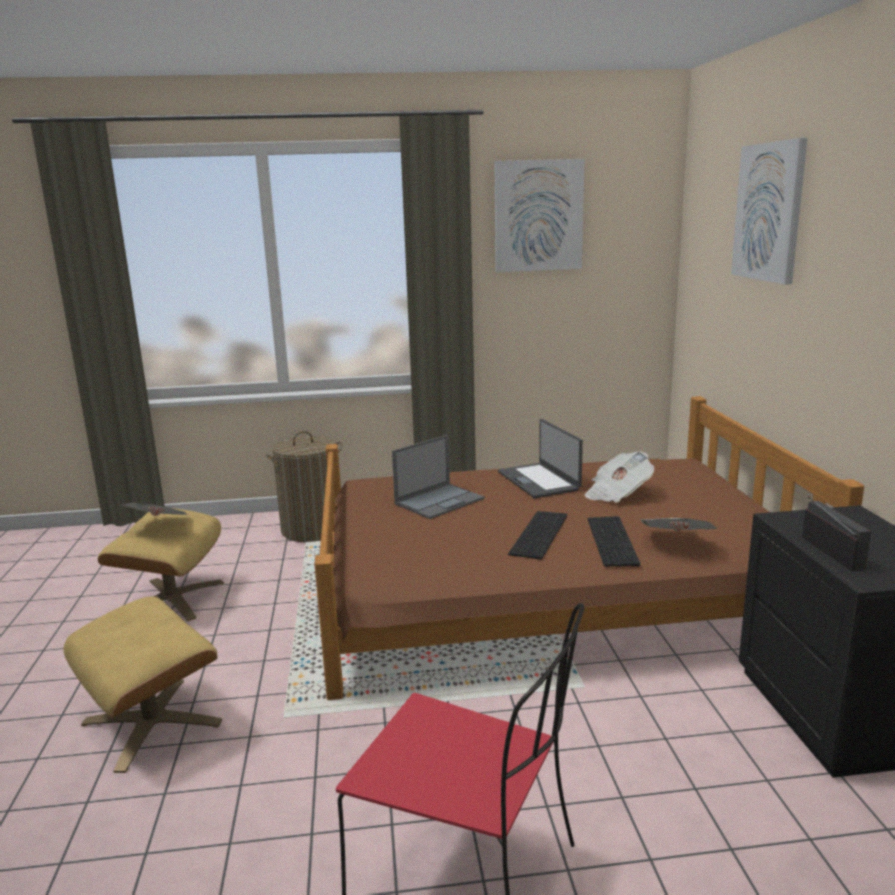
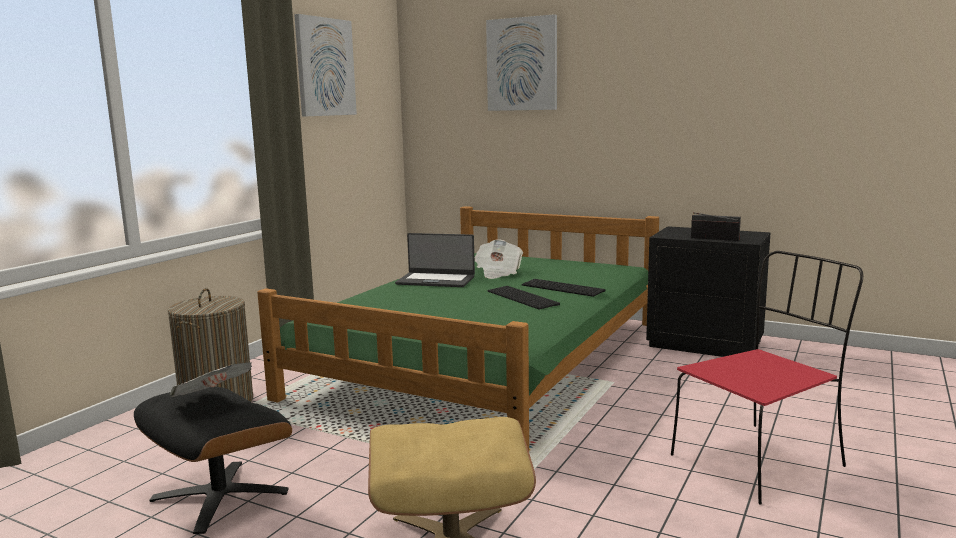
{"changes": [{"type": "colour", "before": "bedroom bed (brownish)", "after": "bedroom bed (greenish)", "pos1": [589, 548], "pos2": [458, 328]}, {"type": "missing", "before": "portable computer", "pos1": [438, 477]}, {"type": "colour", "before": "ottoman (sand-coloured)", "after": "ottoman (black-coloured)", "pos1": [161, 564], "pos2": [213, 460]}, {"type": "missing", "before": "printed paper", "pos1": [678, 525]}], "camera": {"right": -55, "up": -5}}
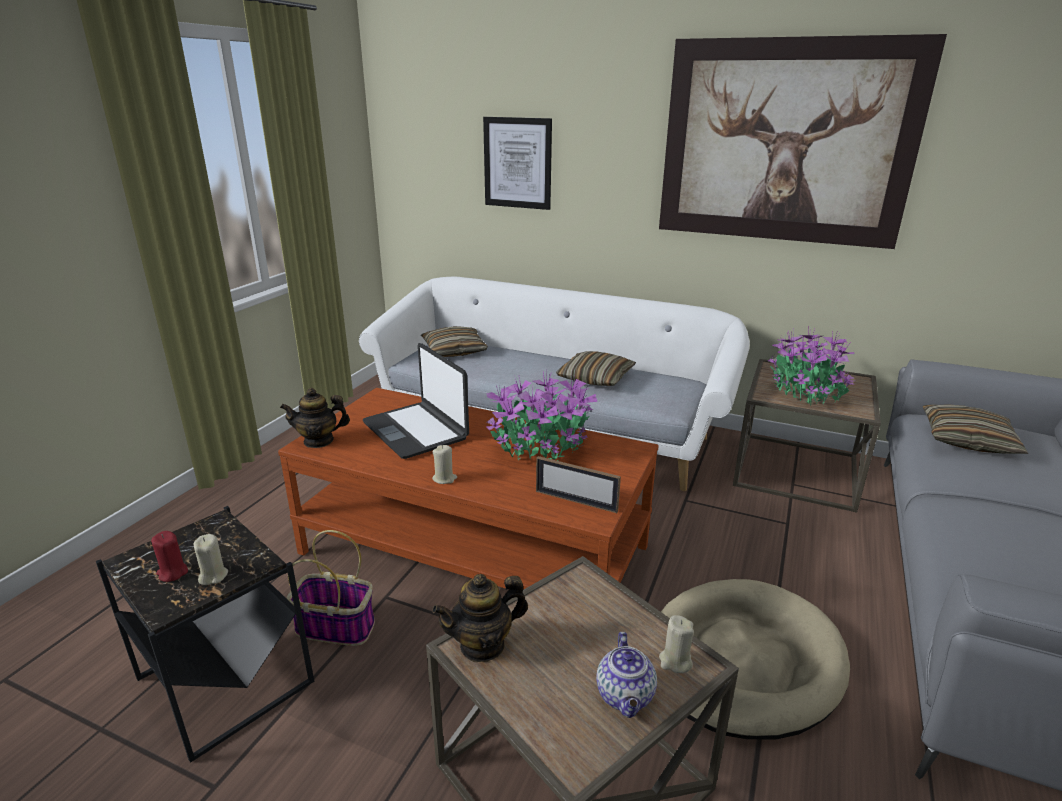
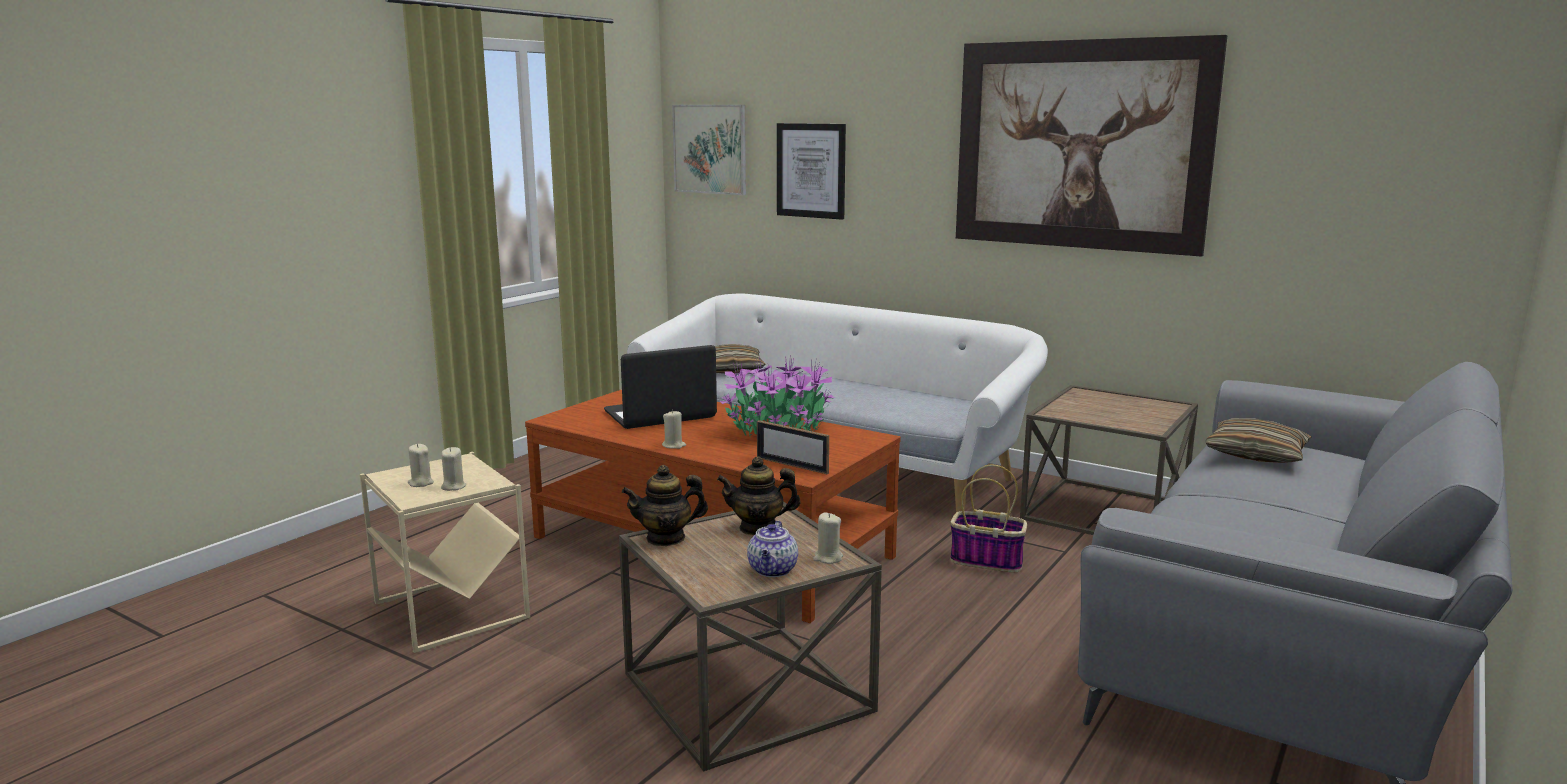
{"changes": [{"type": "missing", "before": "plant in a pot", "pos1": [811, 367]}, {"type": "spun", "before": "portable computer", "pos1": [416, 401], "pos2": [660, 387], "turn": 90}, {"type": "missing", "before": "cushion", "pos1": [596, 368]}, {"type": "relocated", "before": "teapot", "pos1": [315, 418], "pos2": [759, 495]}, {"type": "colour", "before": "side table (black-coloured)", "after": "side table (sand-coloured)", "pos1": [205, 634], "pos2": [445, 552]}, {"type": "relocated", "before": "household basket", "pos1": [330, 588], "pos2": [988, 518]}, {"type": "colour", "before": "candle (reddish)", "after": "candle (sand-coloured)", "pos1": [169, 556], "pos2": [421, 465]}, {"type": "missing", "before": "dog cushion (sand-coloured)", "pos1": [755, 659]}, {"type": "appeared", "after": "wall art", "pos2": [709, 150]}], "camera": {"right": 10, "up": -10}}
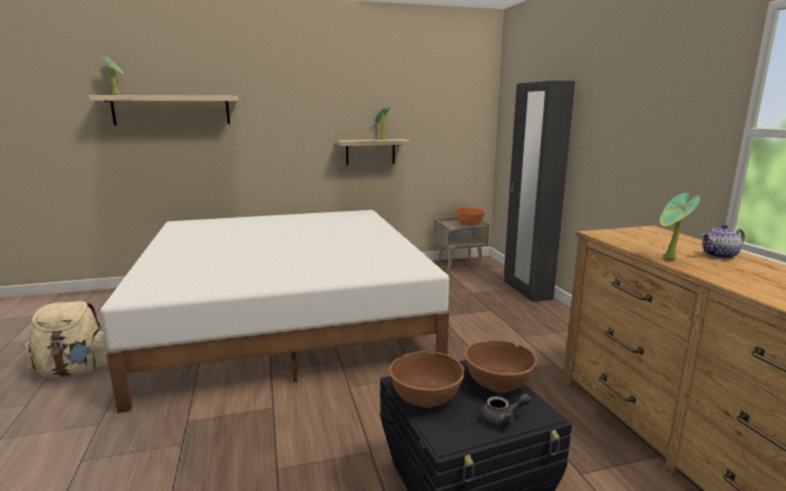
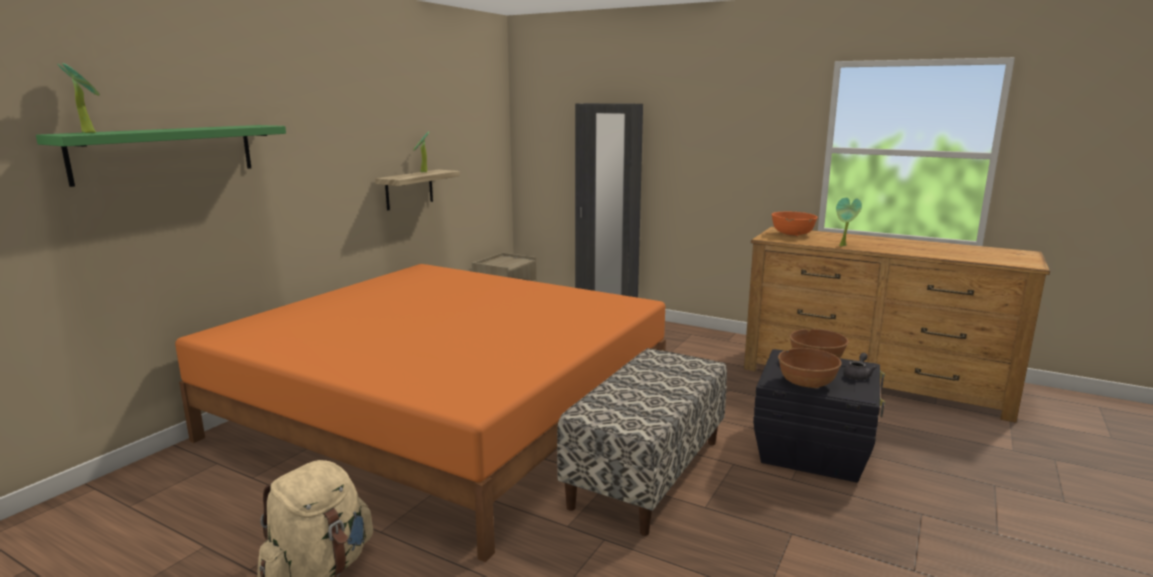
{"changes": [{"type": "colour", "before": "wall shelf (sand-coloured)", "after": "wall shelf (greenish)", "pos1": [164, 110], "pos2": [161, 156]}, {"type": "relocated", "before": "serving bowl (orange)", "pos1": [470, 216], "pos2": [794, 224]}, {"type": "colour", "before": "bedroom bed (white-coloured)", "after": "bedroom bed (orange)", "pos1": [274, 311], "pos2": [420, 413]}, {"type": "missing", "before": "teapot", "pos1": [723, 241]}, {"type": "appeared", "after": "bench", "pos2": [642, 442]}], "camera": {"right": -45, "up": 0}}
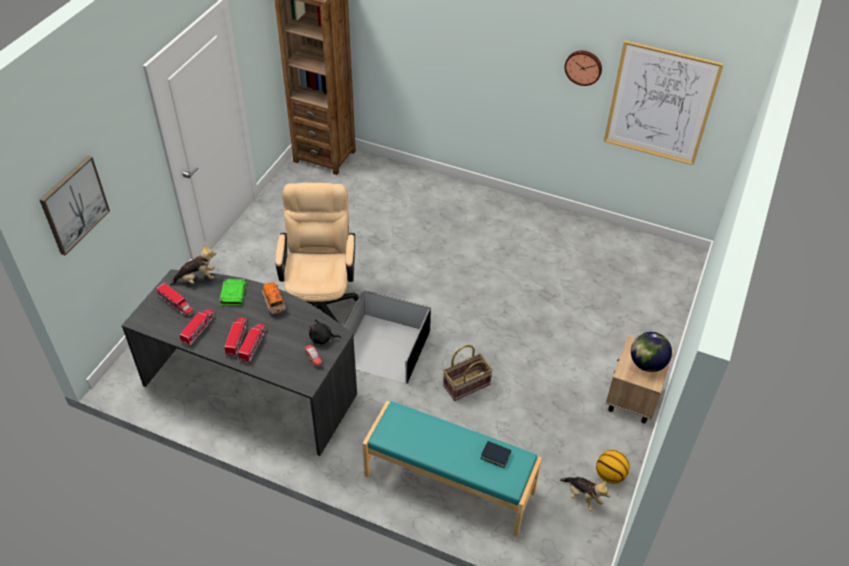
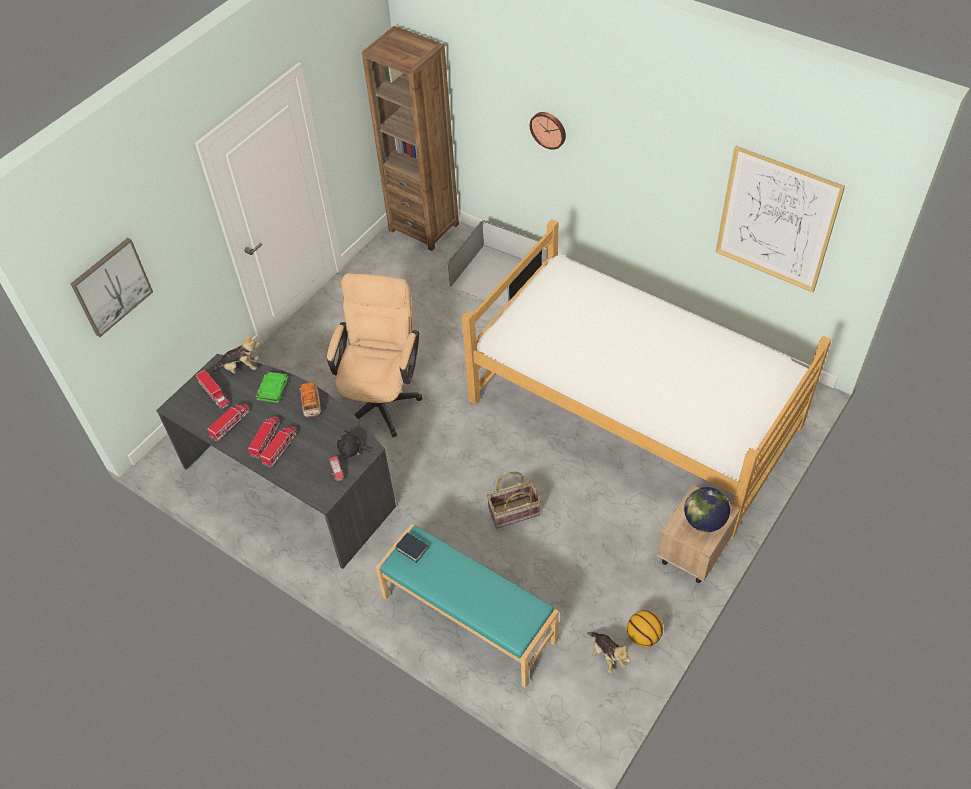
{"changes": [{"type": "relocated", "before": "hanging clock", "pos1": [583, 68], "pos2": [548, 131]}, {"type": "relocated", "before": "storage bin (black-coloured)", "pos1": [387, 337], "pos2": [495, 263]}, {"type": "relocated", "before": "book", "pos1": [495, 454], "pos2": [412, 547]}, {"type": "appeared", "after": "bedroom bed", "pos2": [647, 379]}], "camera": {"right": 15, "up": 5}}
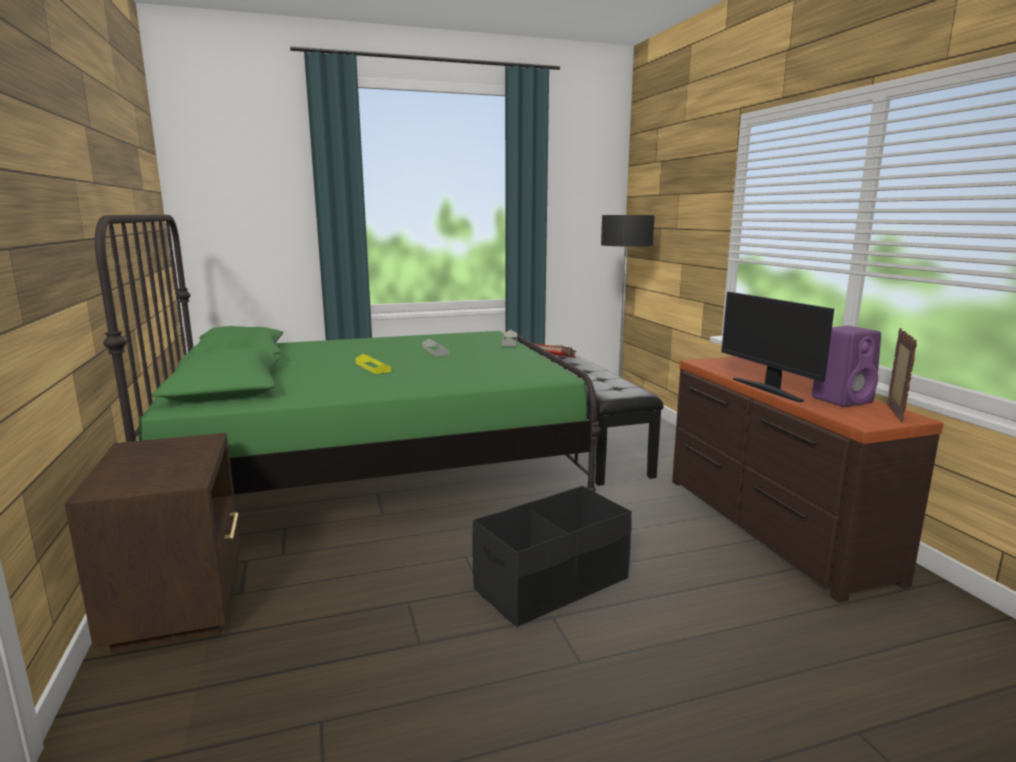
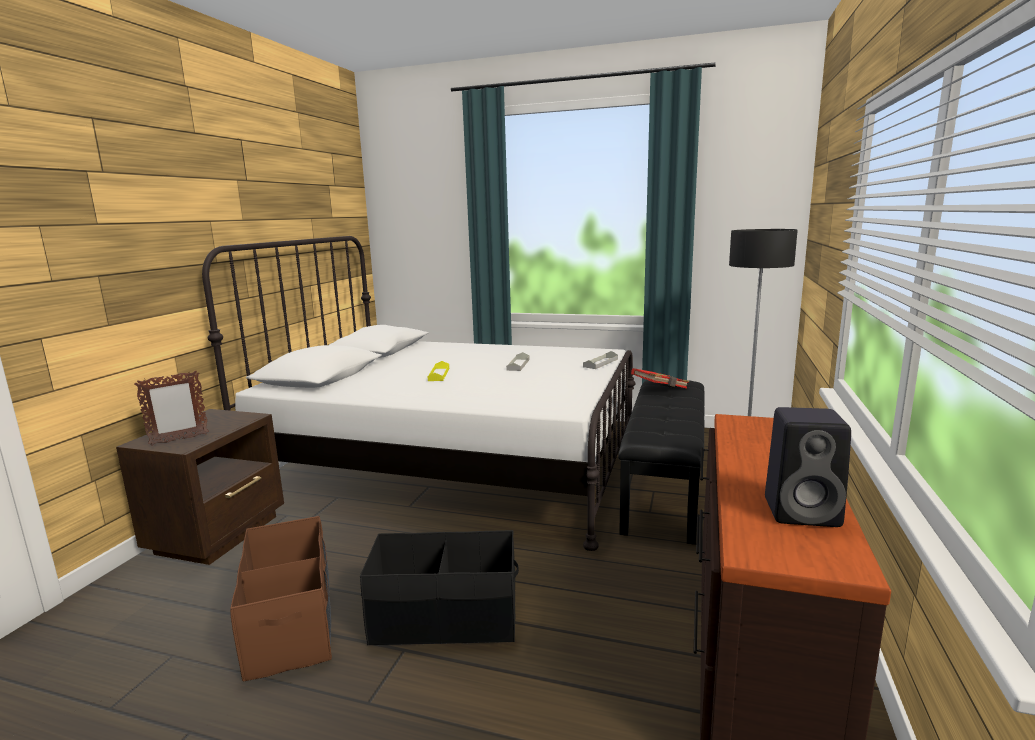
{"changes": [{"type": "colour", "before": "bedroom bed (greenish)", "after": "bedroom bed (white-coloured)", "pos1": [348, 354], "pos2": [419, 393]}, {"type": "missing", "before": "computer display", "pos1": [777, 347]}, {"type": "colour", "before": "audio speaker (purple-coloured)", "after": "audio speaker (black-coloured)", "pos1": [846, 366], "pos2": [808, 467]}, {"type": "relocated", "before": "picture frame", "pos1": [902, 375], "pos2": [171, 408]}, {"type": "appeared", "after": "storage bin (brownish)", "pos2": [281, 598]}], "camera": {"right": 35, "up": 0}}
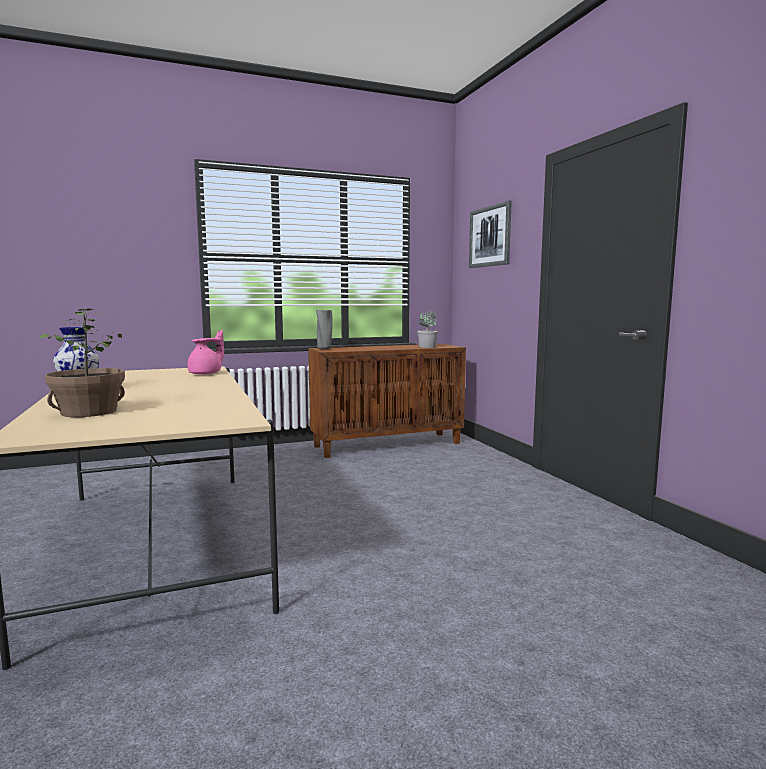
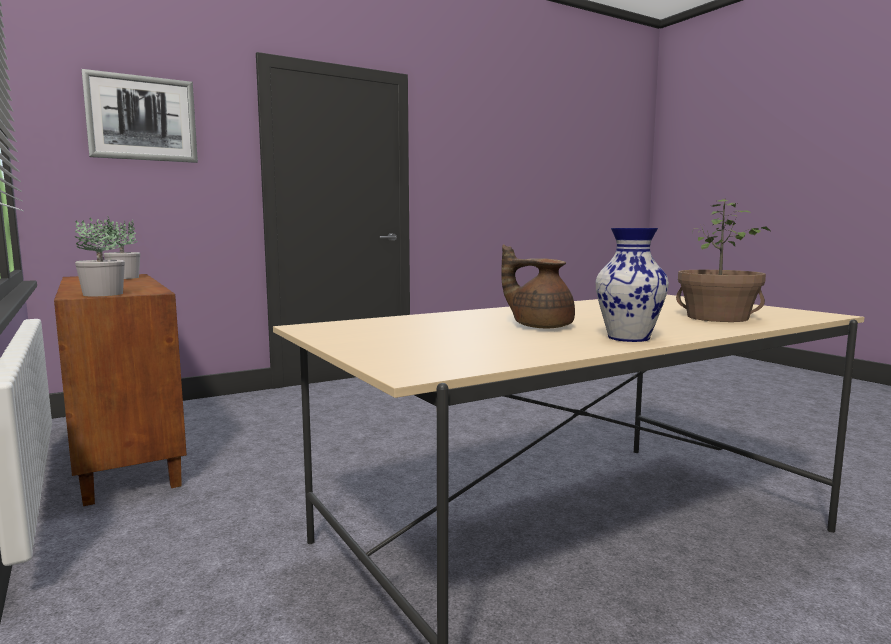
{"changes": [{"type": "exchanged", "before": "flower vase (grey)", "after": "plant in a pot", "pos1": [324, 329], "pos2": [100, 256]}, {"type": "missing", "before": "teapot (pink)", "pos1": [205, 352]}, {"type": "appeared", "after": "teapot (brownish)", "pos2": [538, 286]}], "camera": {"right": -100, "up": 0}}
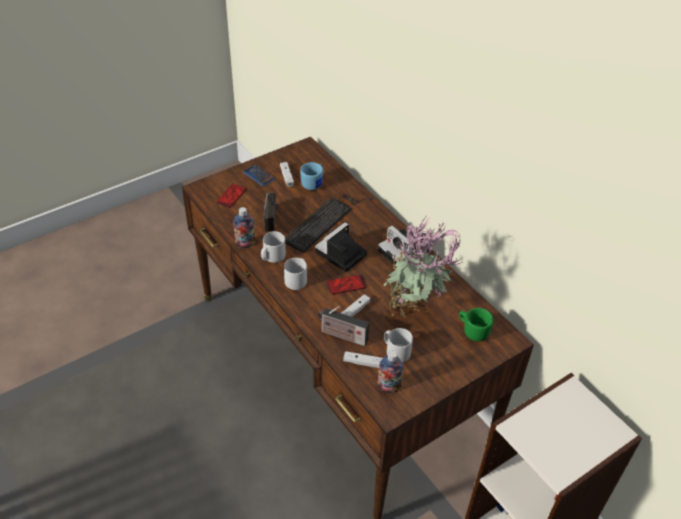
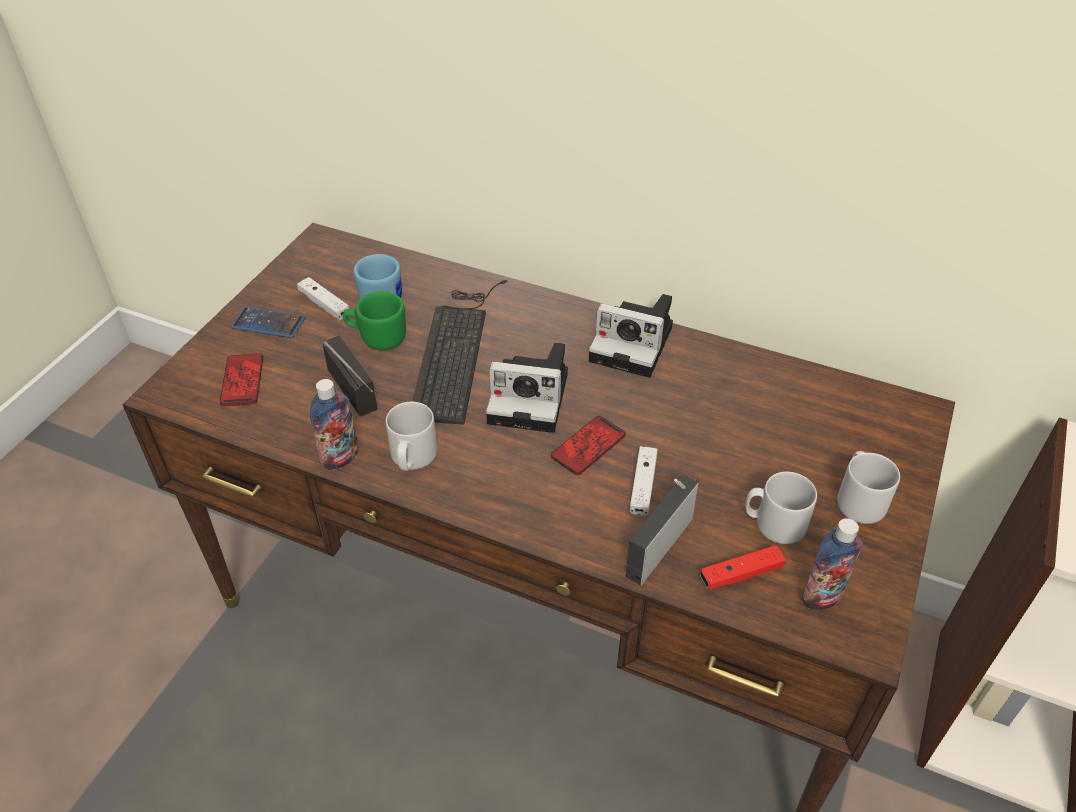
{"changes": [{"type": "missing", "before": "plant in a pot", "pos1": [423, 267]}, {"type": "spun", "before": "still camera", "pos1": [341, 247], "pos2": [527, 388], "turn": -90}, {"type": "relocated", "before": "coffee mug (grey)", "pos1": [295, 274], "pos2": [868, 487]}, {"type": "spun", "before": "radio receiver", "pos1": [343, 326], "pos2": [662, 530], "turn": 135}, {"type": "relocated", "before": "coffee mug (greenish)", "pos1": [476, 324], "pos2": [374, 320]}, {"type": "colour", "before": "game controller (white-coloured)", "after": "game controller (reddish)", "pos1": [363, 359], "pos2": [743, 567]}], "camera": {"right": -30, "up": 0}}
